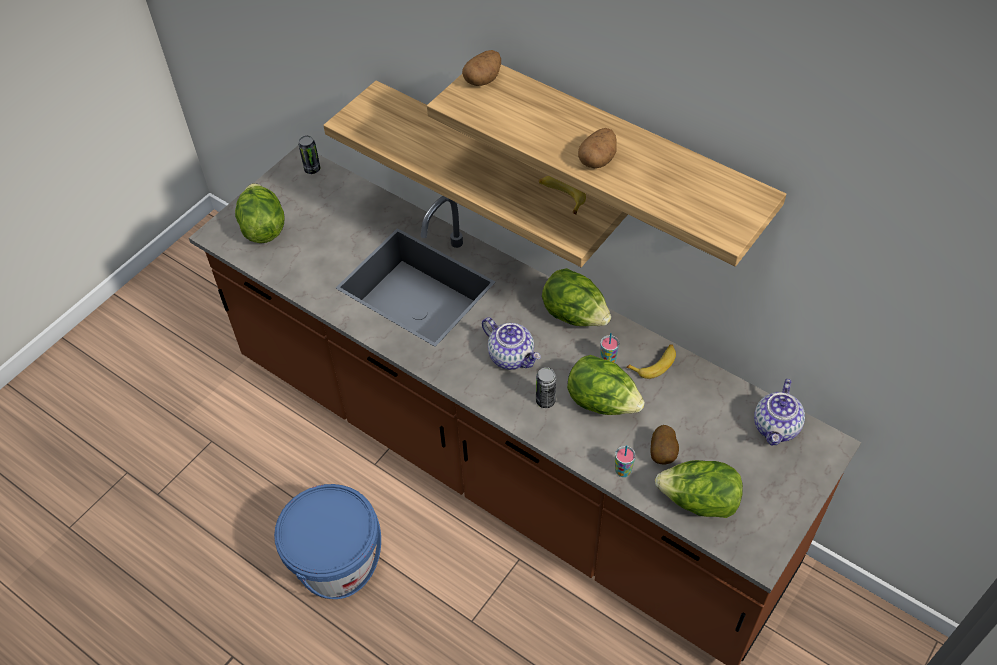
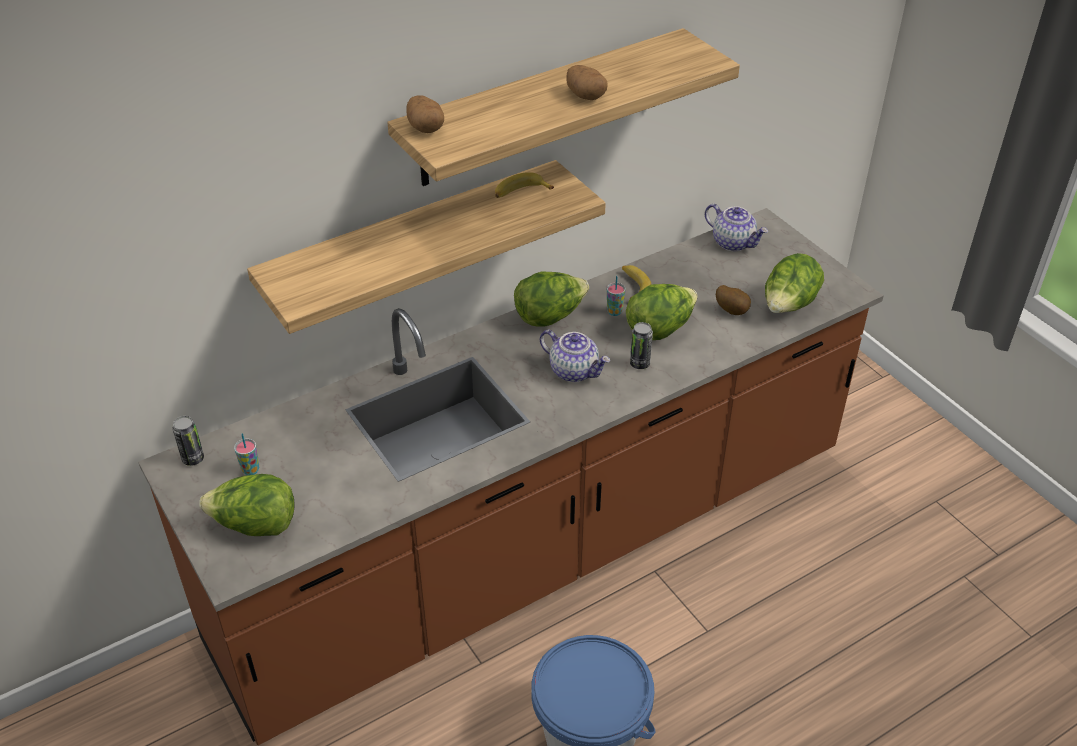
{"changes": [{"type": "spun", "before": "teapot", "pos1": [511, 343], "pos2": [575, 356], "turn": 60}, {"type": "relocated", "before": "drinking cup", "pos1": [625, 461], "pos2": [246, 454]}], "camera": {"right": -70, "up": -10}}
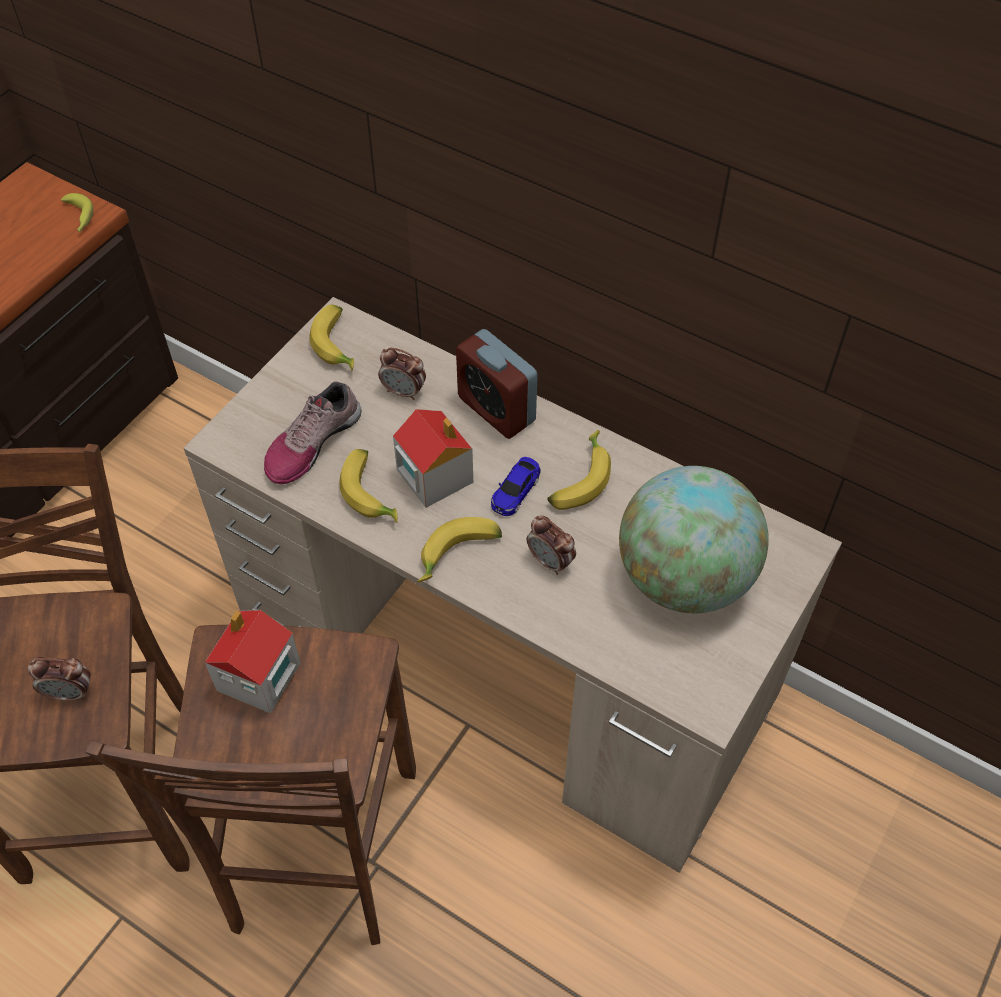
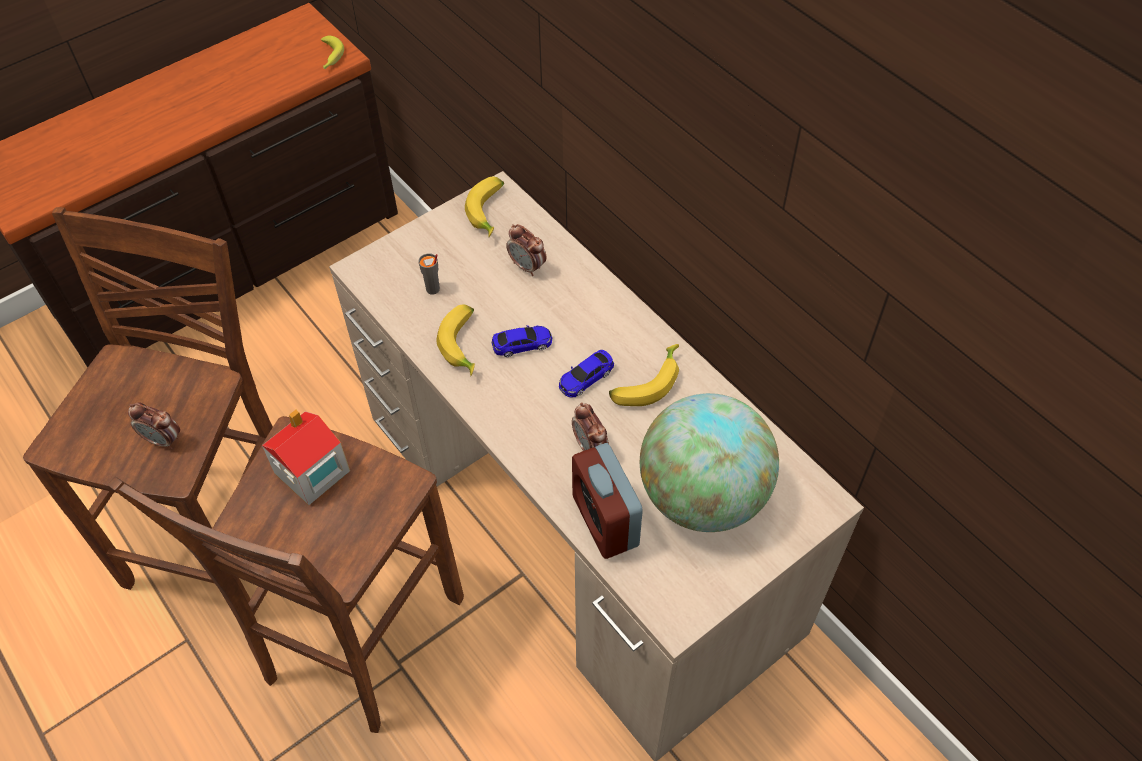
{"changes": [{"type": "relocated", "before": "bedside clock", "pos1": [497, 384], "pos2": [607, 501]}, {"type": "exchanged", "before": "item of footwear", "after": "drinking cup (grey)", "pos1": [312, 432], "pos2": [429, 274]}, {"type": "exchanged", "before": "model house", "after": "miniature car", "pos1": [433, 458], "pos2": [522, 341]}, {"type": "missing", "before": "banana", "pos1": [459, 549]}], "camera": {"right": 20, "up": 0}}
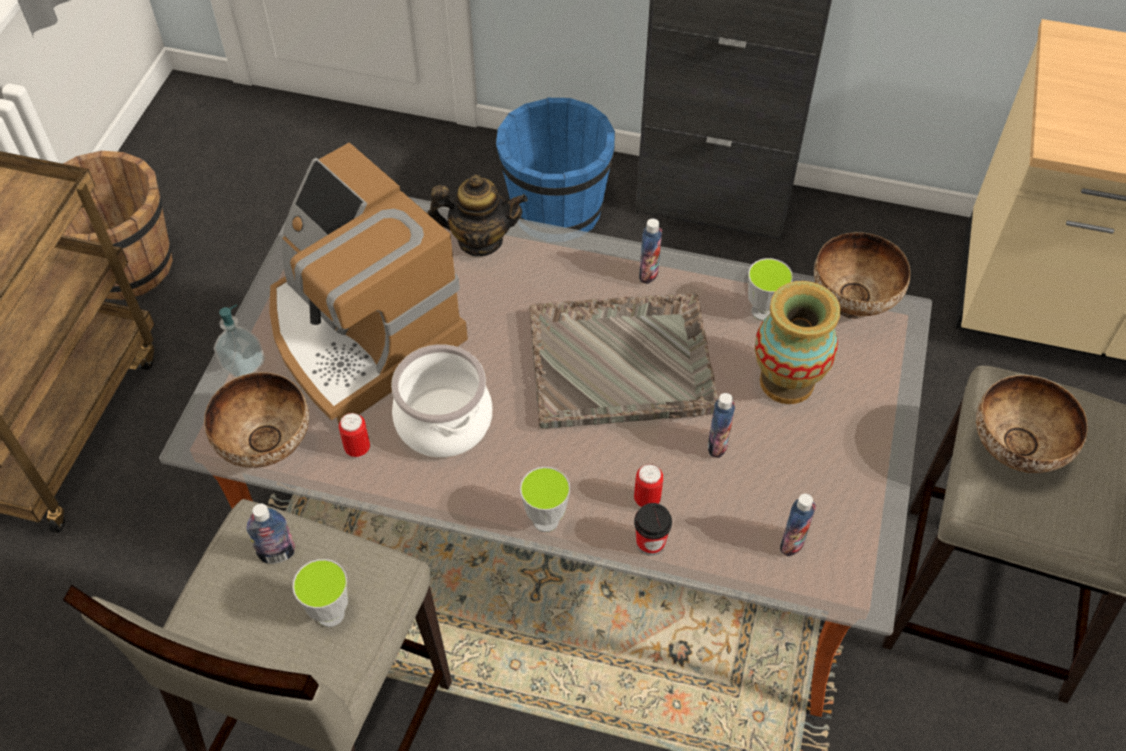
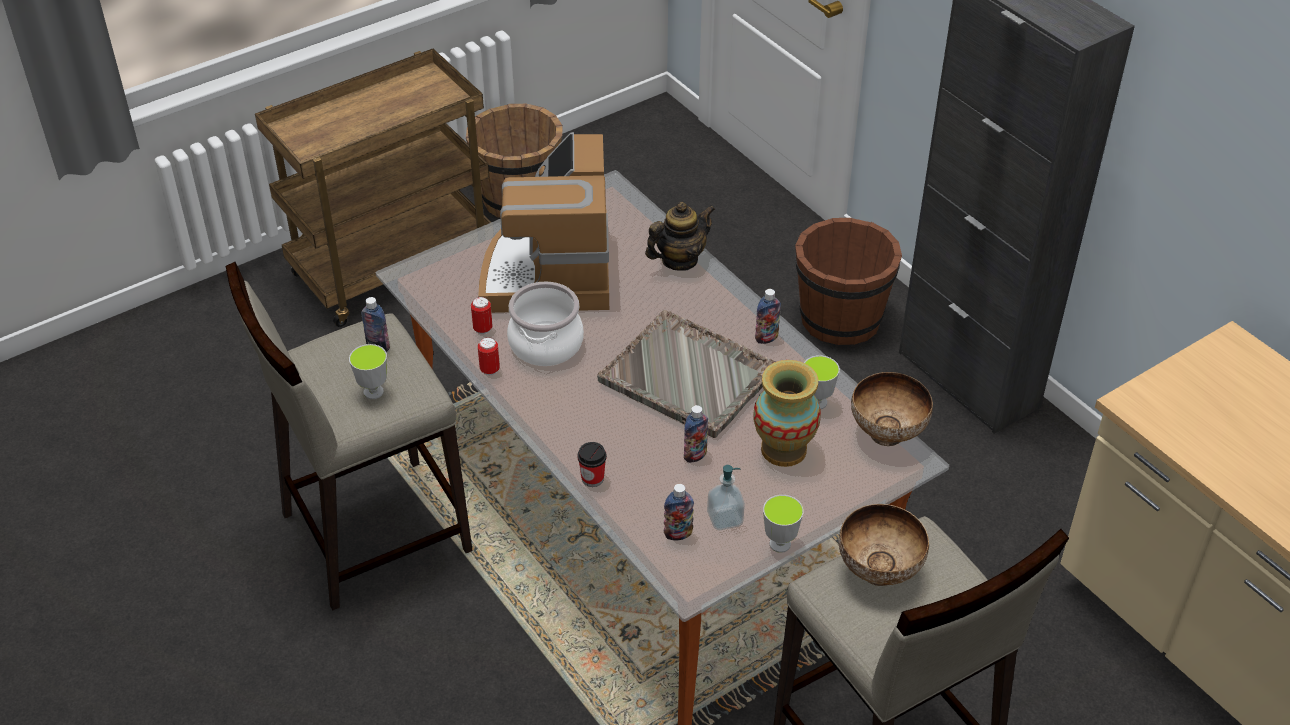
{"changes": [{"type": "colour", "before": "pail (blue-coloured)", "after": "pail (brownish)", "pos1": [555, 165], "pos2": [848, 281]}, {"type": "spun", "before": "teapot", "pos1": [477, 215], "pos2": [680, 236], "turn": -75}, {"type": "relocated", "before": "soap dispenser", "pos1": [239, 341], "pos2": [726, 497]}, {"type": "missing", "before": "serving bowl", "pos1": [256, 420]}, {"type": "relocated", "before": "can", "pos1": [648, 485], "pos2": [489, 356]}, {"type": "relocated", "before": "drinking cup", "pos1": [545, 499], "pos2": [783, 524]}], "camera": {"right": 40, "up": -10}}
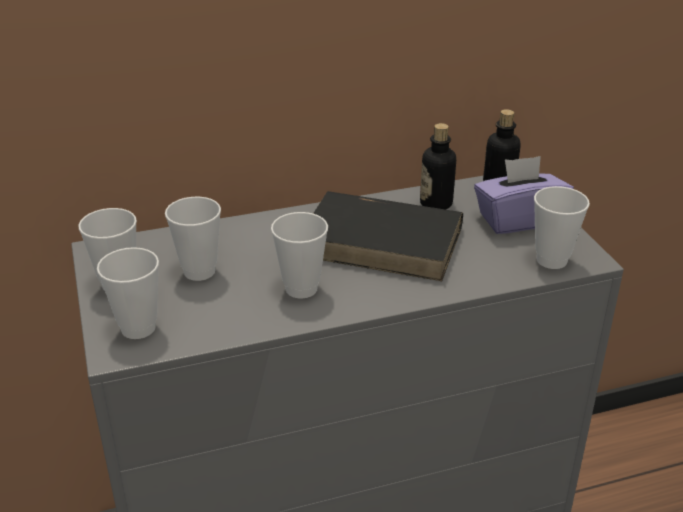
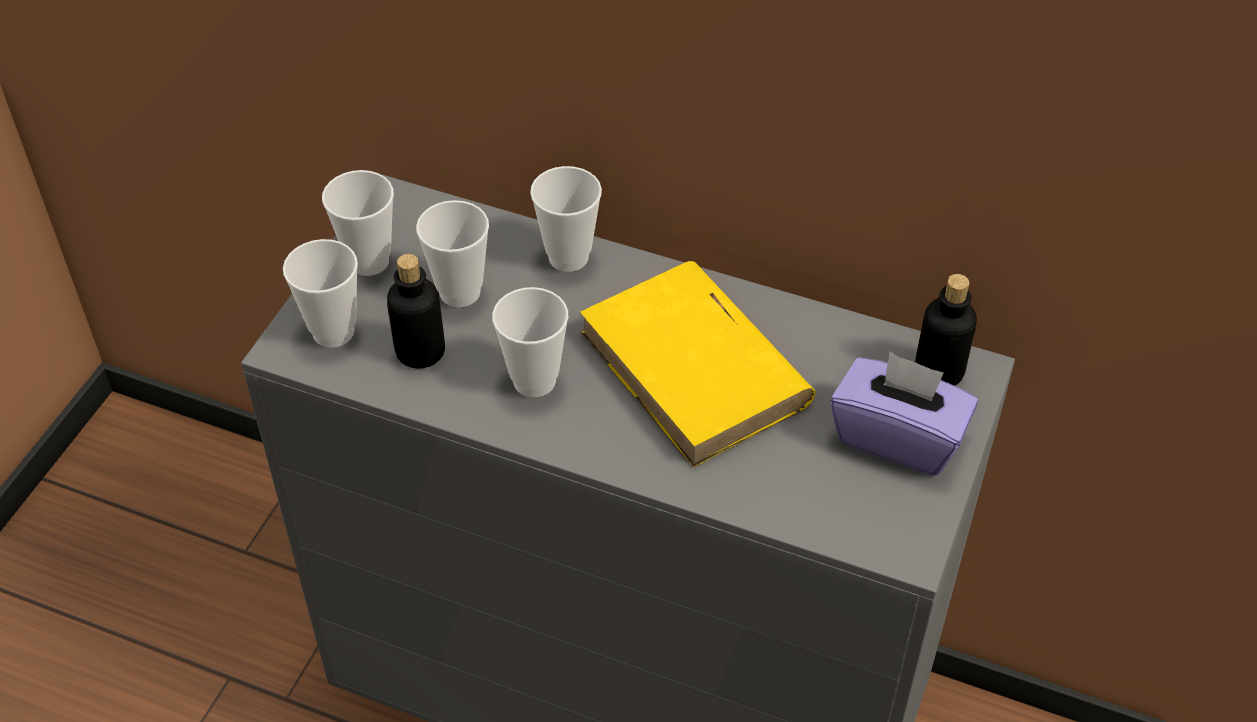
{"changes": [{"type": "relocated", "before": "bottle", "pos1": [438, 166], "pos2": [416, 311]}, {"type": "relocated", "before": "drinking cup", "pos1": [562, 227], "pos2": [566, 219]}, {"type": "colour", "before": "book (black-coloured)", "after": "book (yellow-coloured)", "pos1": [388, 236], "pos2": [697, 364]}], "camera": {"right": 40, "up": 15}}
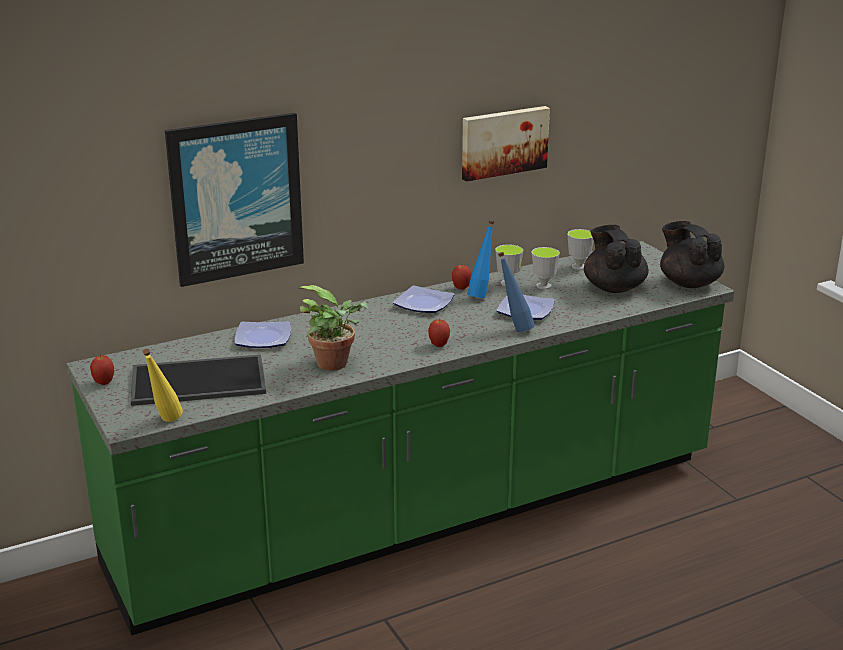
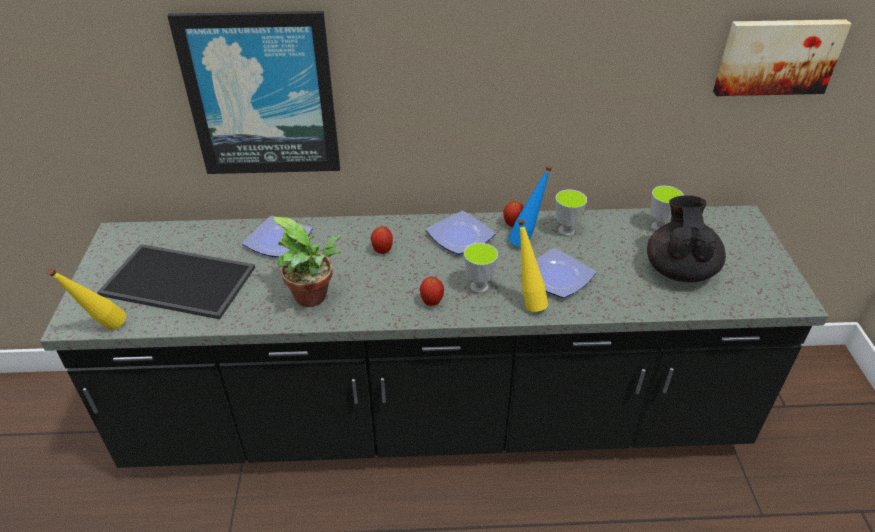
{"changes": [{"type": "relocated", "before": "wall art", "pos1": [506, 144], "pos2": [782, 57]}, {"type": "missing", "before": "teapot (black-coloured)", "pos1": [692, 254]}, {"type": "colour", "before": "kitchen counter (greenish)", "after": "kitchen counter (black-coloured)", "pos1": [400, 438], "pos2": [434, 336]}, {"type": "relocated", "before": "drinking cup", "pos1": [546, 268], "pos2": [481, 268]}, {"type": "colour", "before": "bottle (blue-coloured)", "after": "bottle (yellow-coloured)", "pos1": [516, 292], "pos2": [533, 266]}, {"type": "relocated", "before": "whole apple", "pos1": [102, 370], "pos2": [382, 240]}], "camera": {"right": 25, "up": 15}}
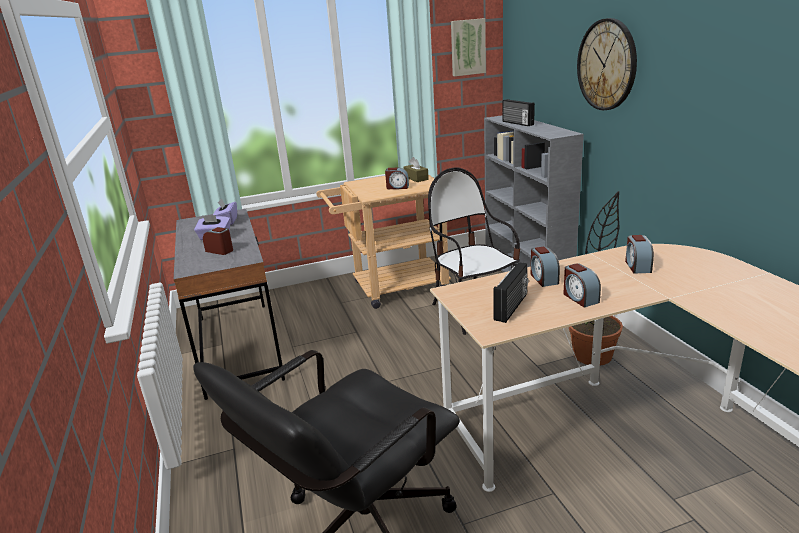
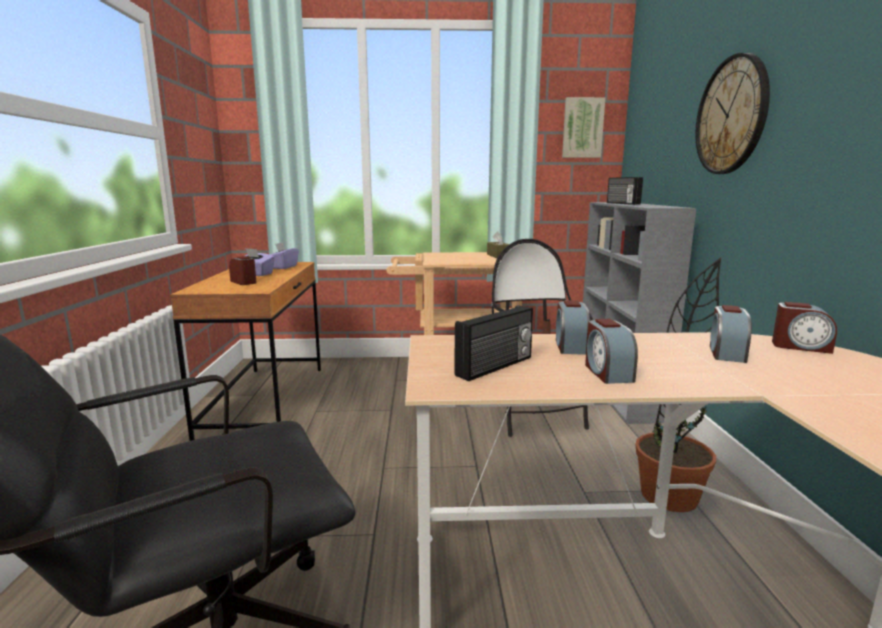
{"changes": [{"type": "relocated", "before": "bedside clock", "pos1": [397, 178], "pos2": [804, 328]}, {"type": "colour", "before": "desk unit (grey)", "after": "desk unit (brownish)", "pos1": [229, 304], "pos2": [245, 351]}], "camera": {"right": 15, "up": -10}}
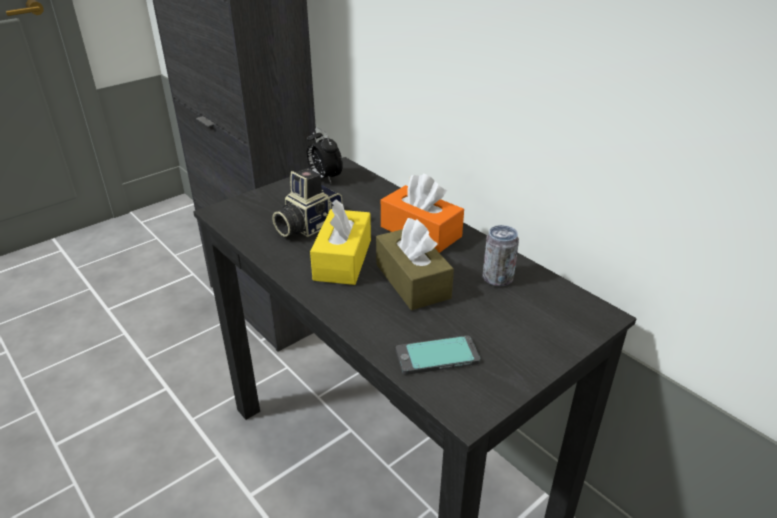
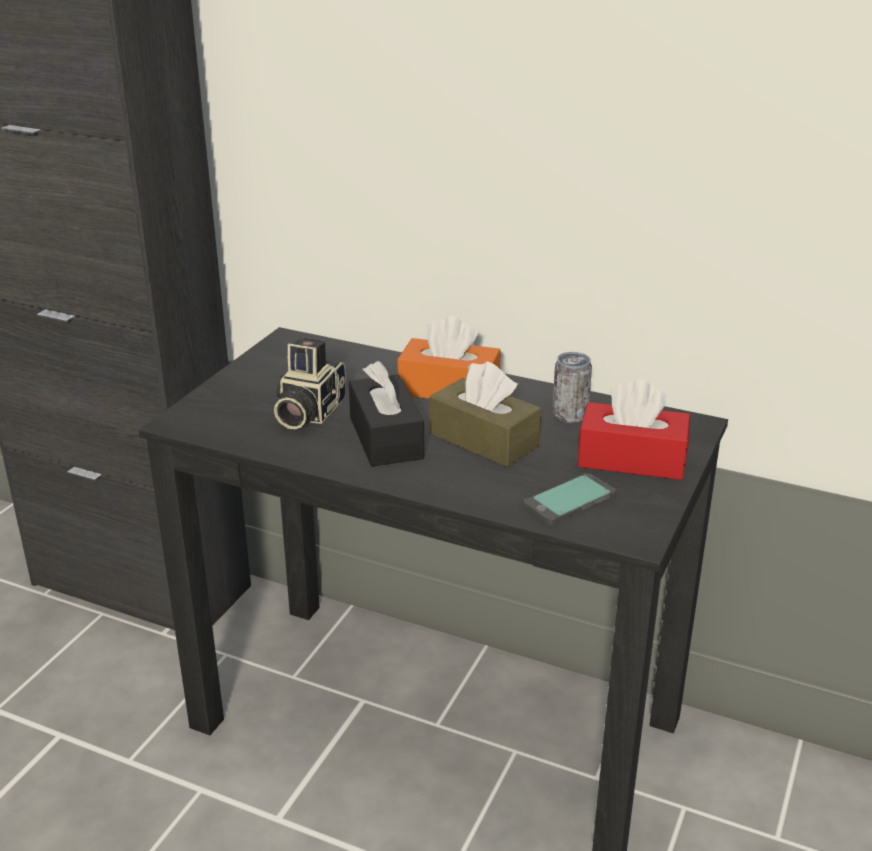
{"changes": [{"type": "missing", "before": "bedside clock", "pos1": [324, 155]}, {"type": "colour", "before": "tissue box (yellow-coloured)", "after": "tissue box (black-coloured)", "pos1": [340, 242], "pos2": [386, 413]}, {"type": "appeared", "after": "tissue box (reddish)", "pos2": [634, 429]}], "camera": {"right": -25, "up": -5}}
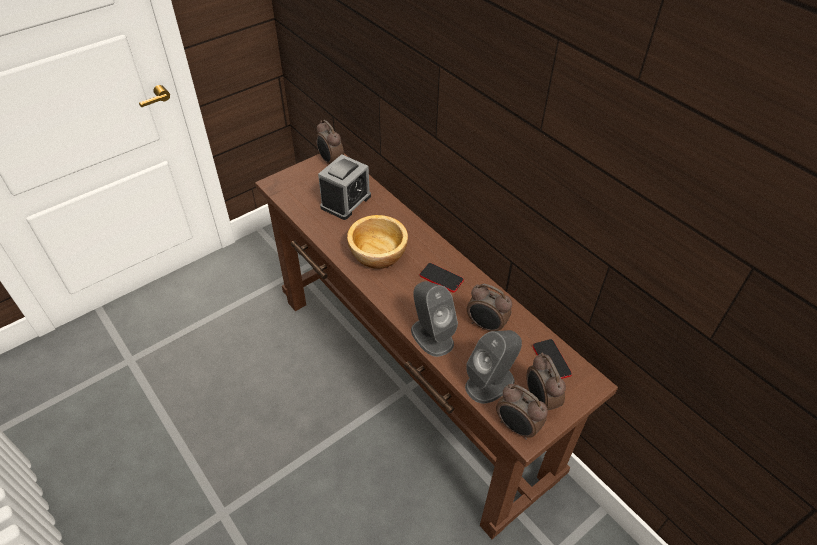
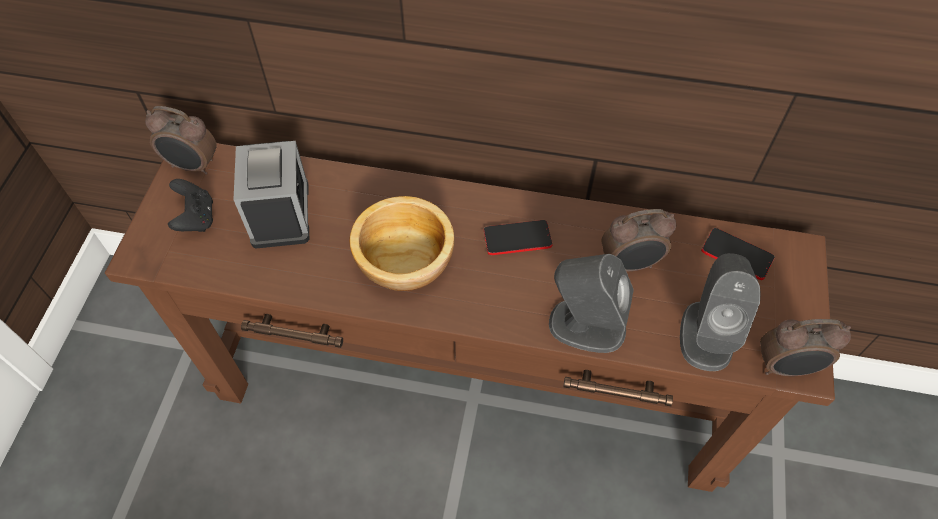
{"changes": [{"type": "missing", "before": "bedside clock", "pos1": [546, 381]}, {"type": "appeared", "after": "game controller (black-coloured)", "pos2": [190, 205]}], "camera": {"right": -40, "up": 10}}
